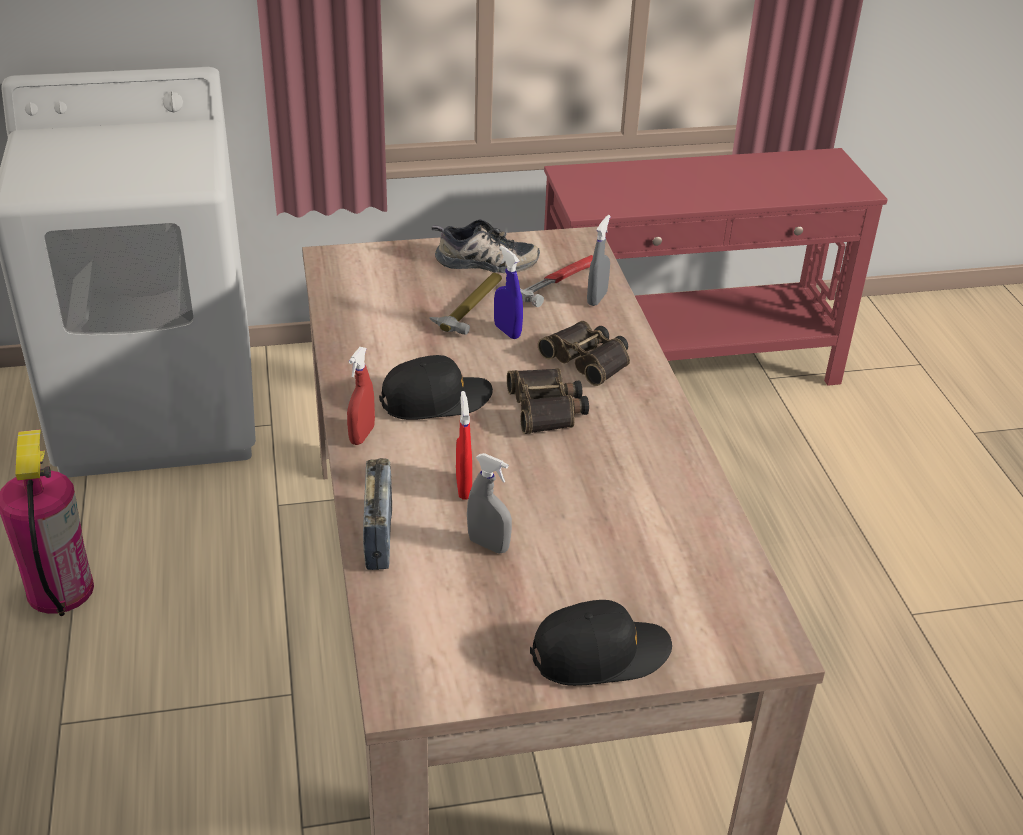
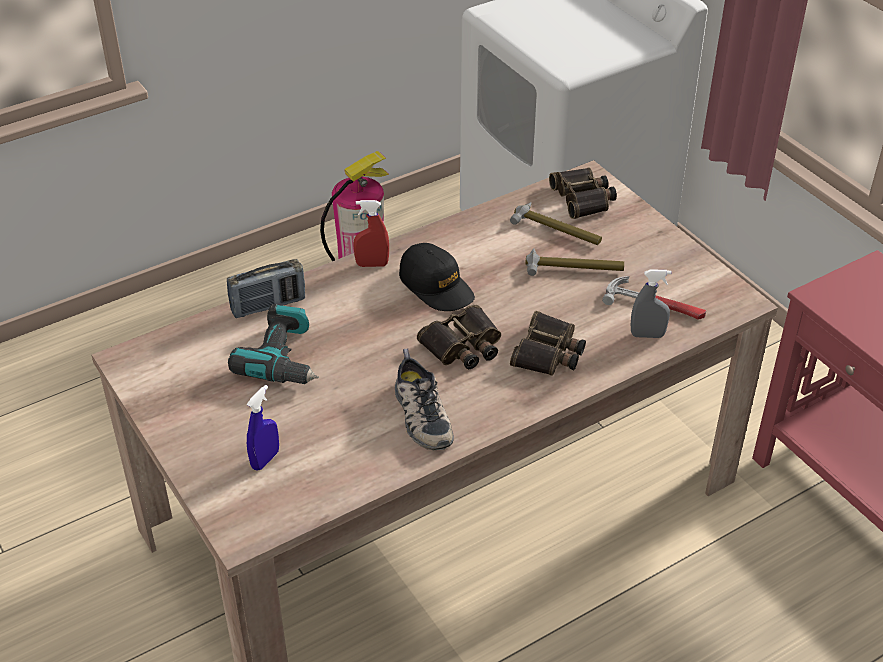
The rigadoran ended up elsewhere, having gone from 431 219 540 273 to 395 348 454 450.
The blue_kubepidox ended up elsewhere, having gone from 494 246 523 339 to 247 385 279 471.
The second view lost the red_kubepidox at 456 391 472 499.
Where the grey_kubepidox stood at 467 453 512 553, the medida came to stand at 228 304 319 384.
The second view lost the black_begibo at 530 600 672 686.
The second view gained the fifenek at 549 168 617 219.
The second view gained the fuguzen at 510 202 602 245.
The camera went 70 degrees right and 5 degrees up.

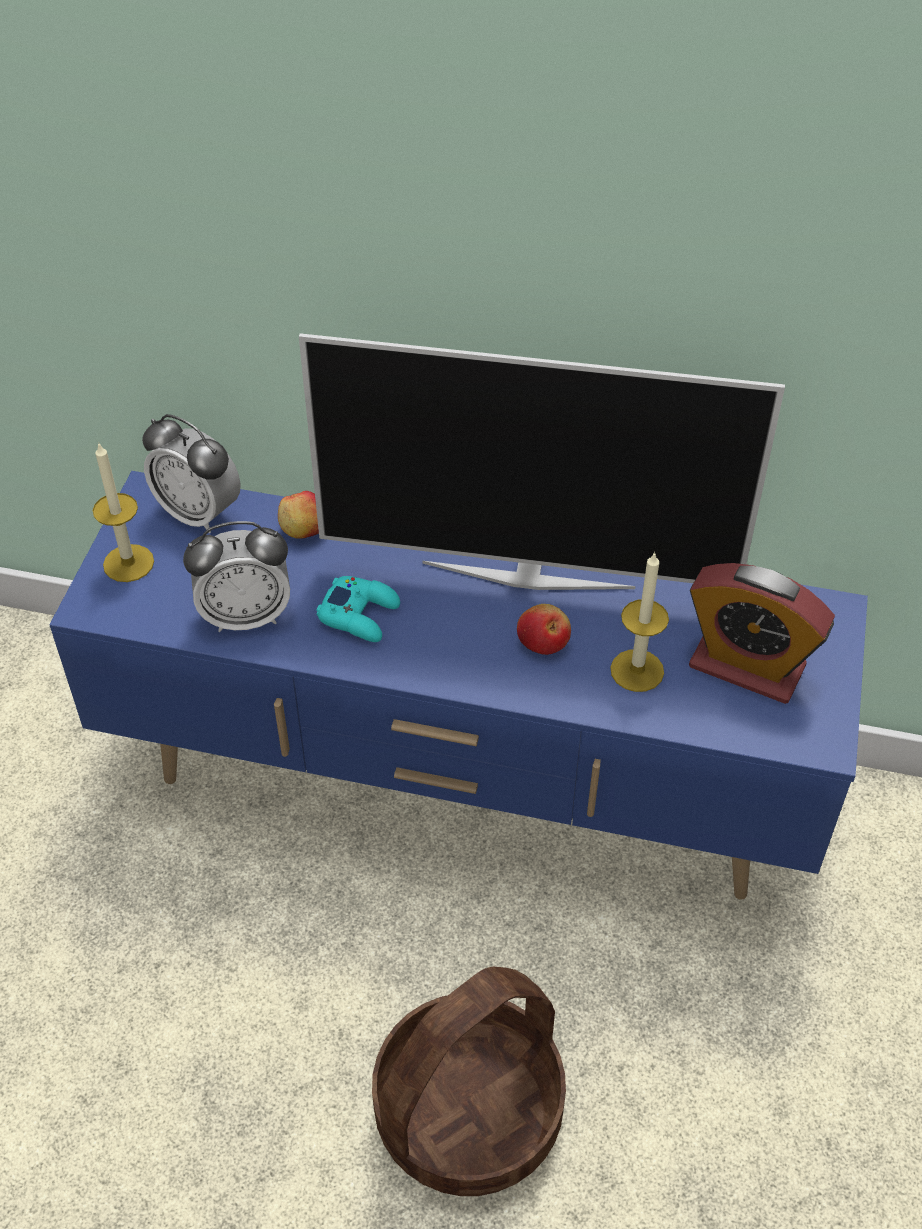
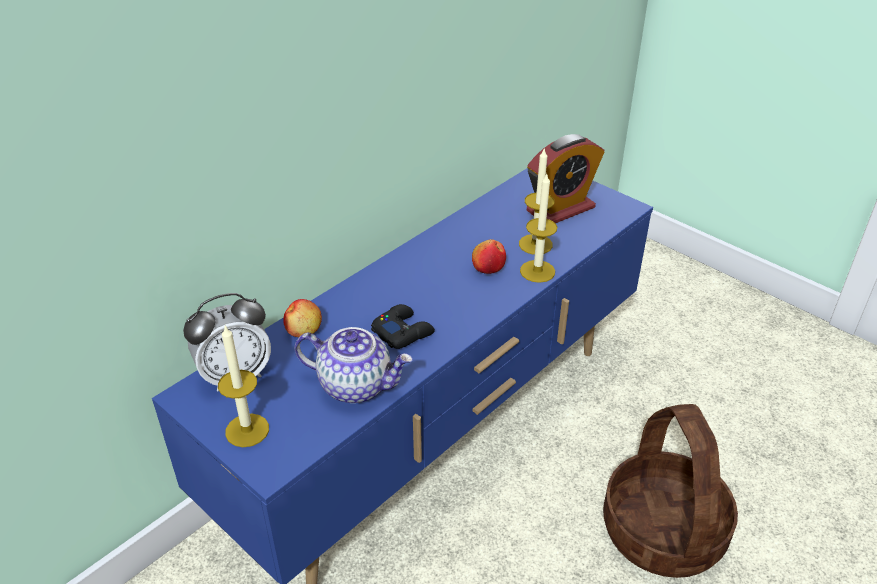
The second view lost the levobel at 299 333 785 590.
Where the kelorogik stood at 183 521 290 632, the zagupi came to stand at 295 327 413 403.
What was the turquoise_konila at 316 576 400 642 turned into the black_konila at 371 304 435 349.
The second view gained the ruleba at 520 174 557 283.
The camera went 60 degrees left and 10 degrees down.

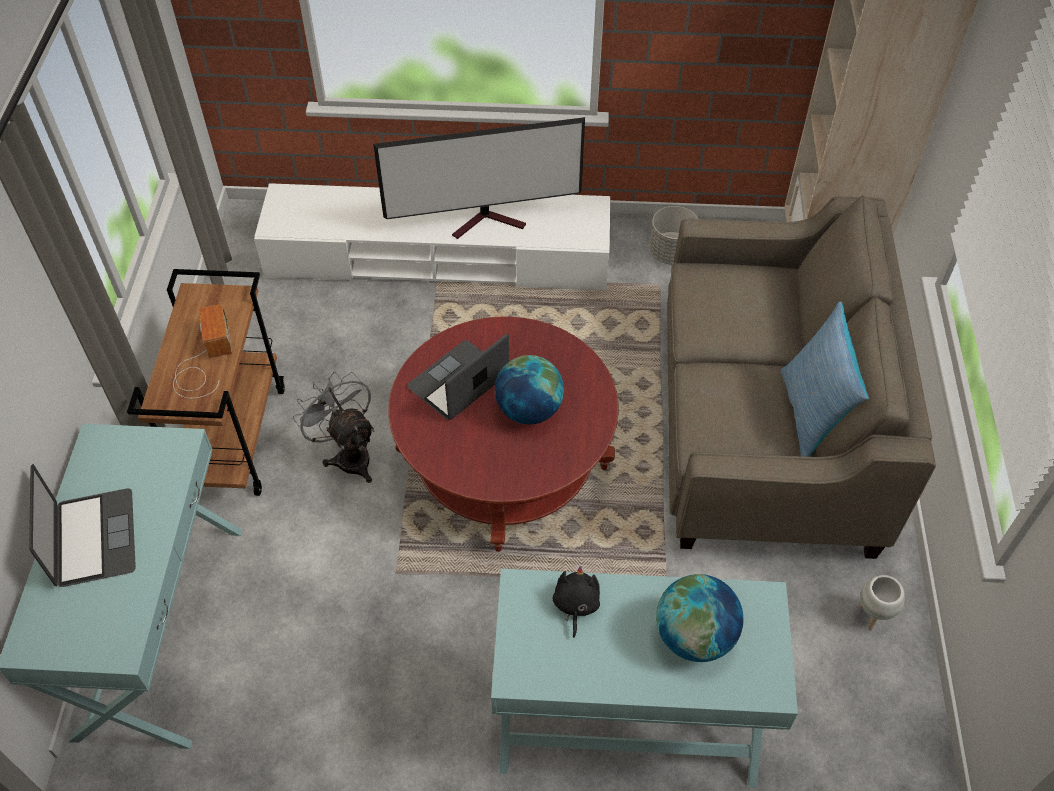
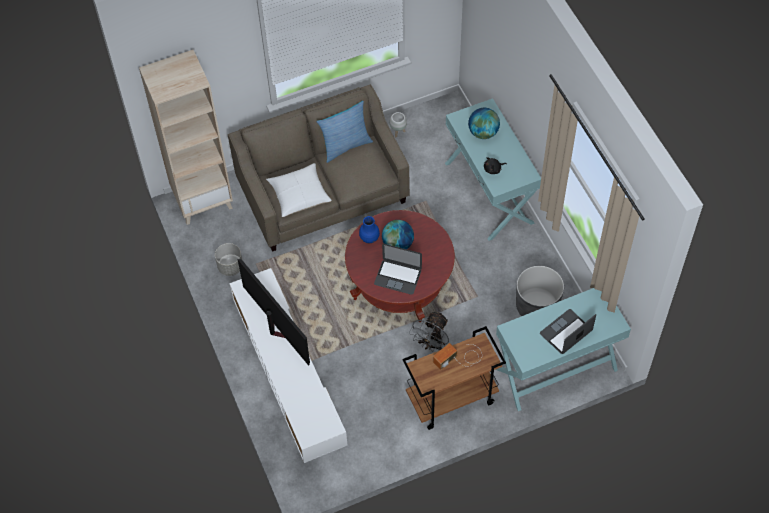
The second view gained the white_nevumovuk at 266 163 332 217.
The second view gained the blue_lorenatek at 359 216 380 243.
The second view gained the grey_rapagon at 516 266 564 316.
The camera went 115 degrees left and 5 degrees up.

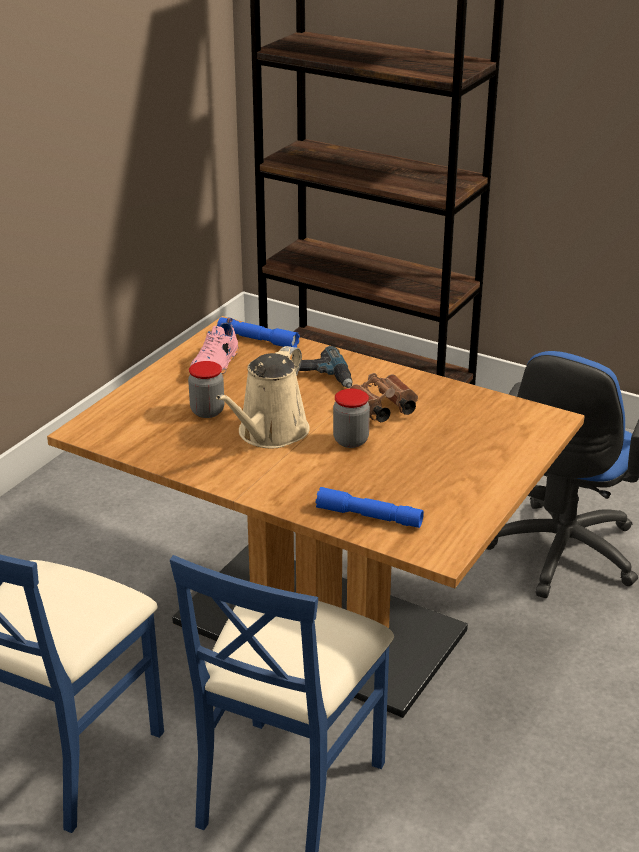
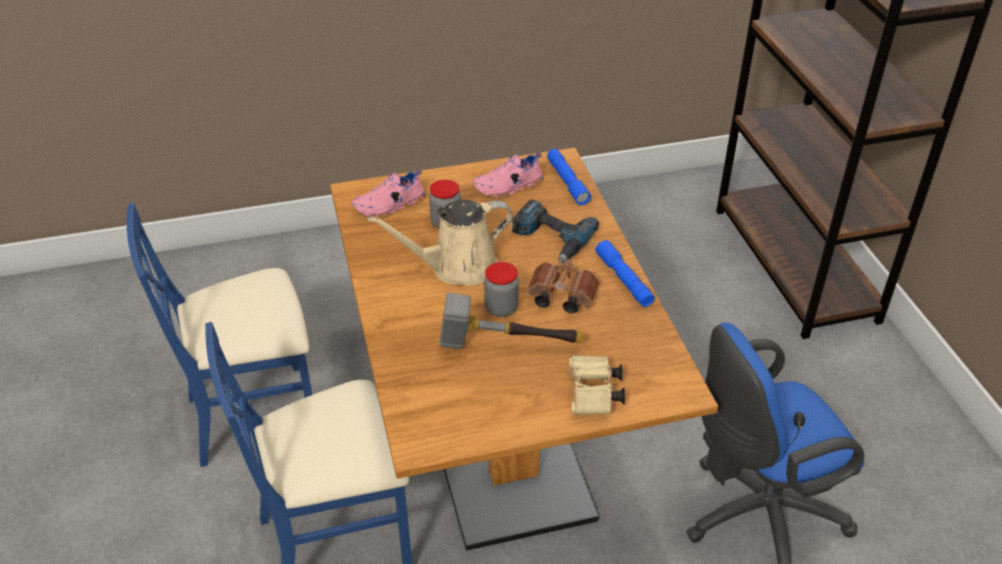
The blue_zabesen ended up elsewhere, having gone from 316 487 424 528 to 595 240 654 307.
The second view gained the pink_rigadoran at 352 169 425 218.
The second view gained the fuguzen at 440 293 585 349.
The second view gained the beige_fifenek at 569 355 625 415.
The camera went 45 degrees right and 10 degrees up.

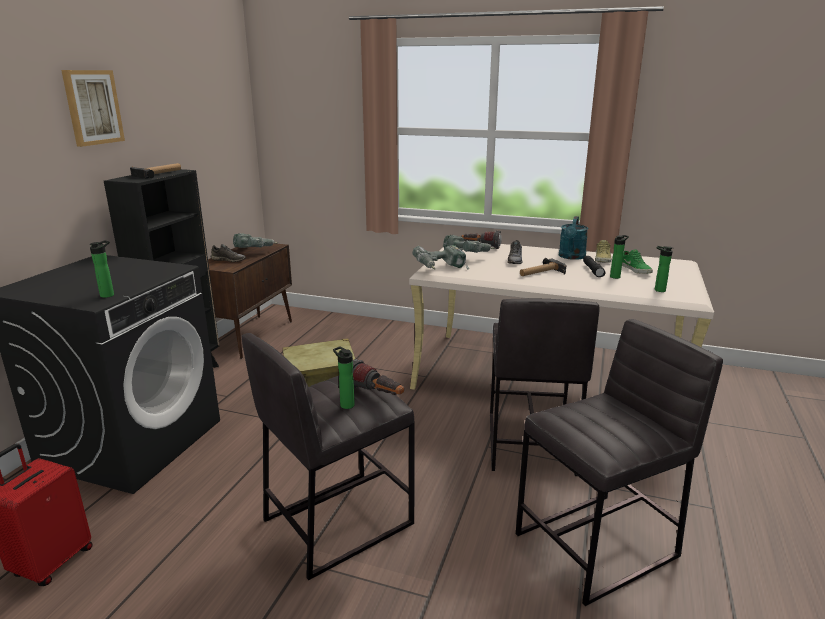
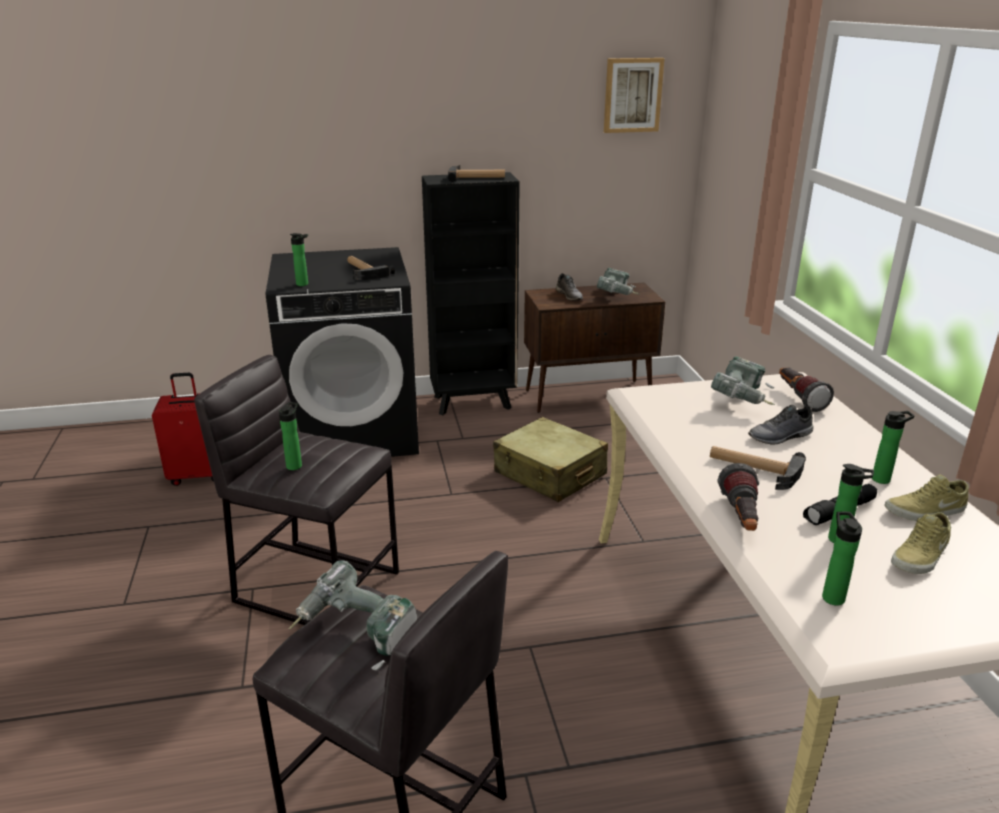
The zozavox ended up elsewhere, having gone from 61 70 125 147 to 604 58 665 133.
Where the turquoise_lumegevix stood at 559 216 588 260, the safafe came to stand at 872 411 914 484.
The medida ended up elsewhere, having gone from 412 245 469 269 to 288 561 417 671.
What was the green_rigadoran at 622 249 653 274 turned into the beige_rigadoran at 891 512 951 574.
The second view lost the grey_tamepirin at 490 299 600 476.
The zabesen ended up elsewhere, having gone from 353 359 404 395 to 718 463 759 531.
The second view gained the fuguzen at 347 256 395 280.
The camera went 60 degrees right and 5 degrees up.

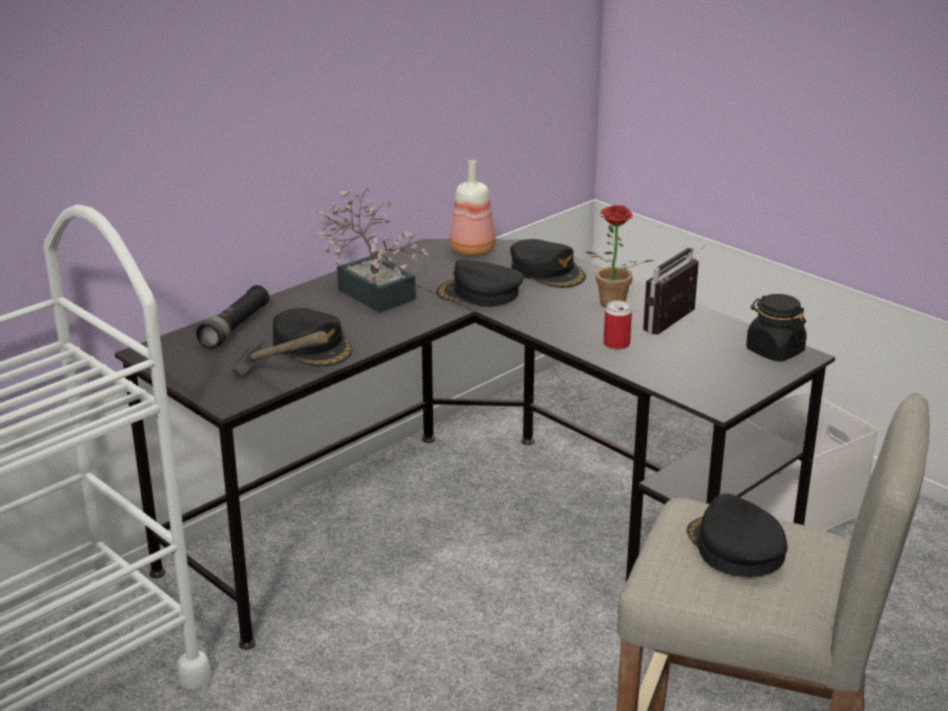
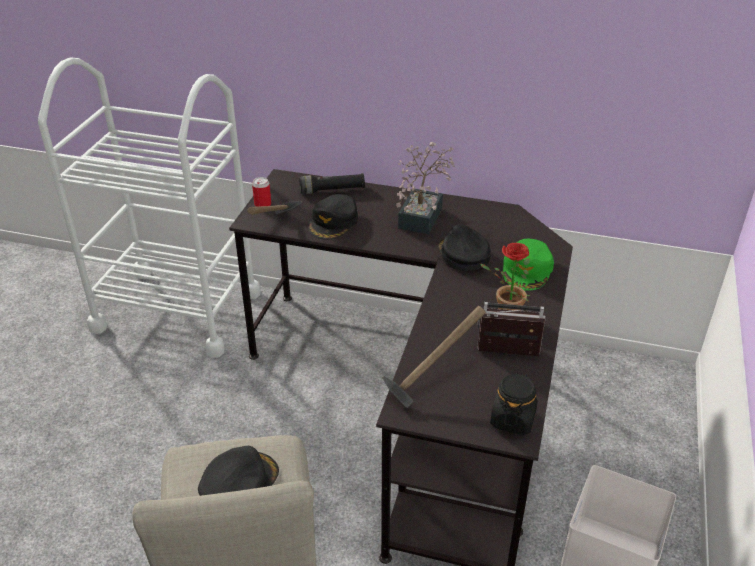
The second view lost the safafe at 450 160 495 256.
What was the black_begibo at 510 239 586 288 turned into the green_begibo at 503 239 554 291.
The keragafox ended up elsewhere, having gone from 603 300 632 350 to 252 177 271 207.
The second view gained the fuguzen at 382 306 486 408.
The camera went 60 degrees right and 10 degrees up.

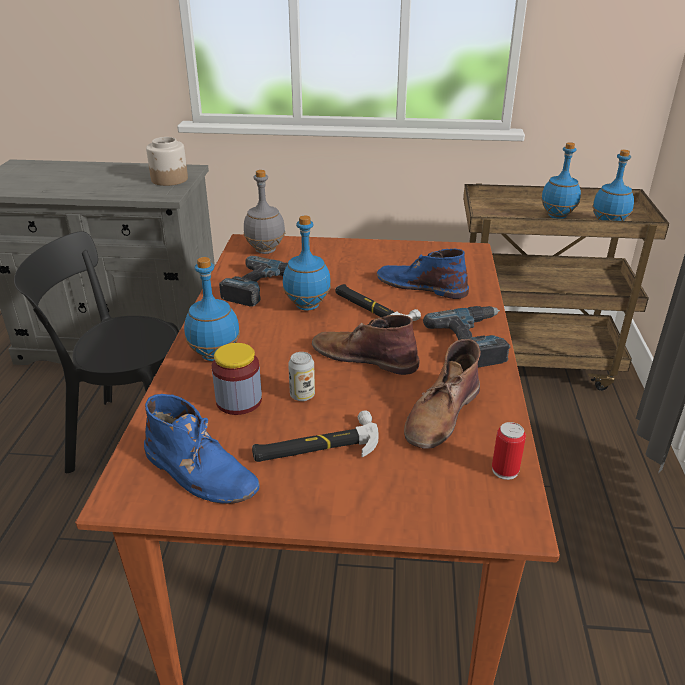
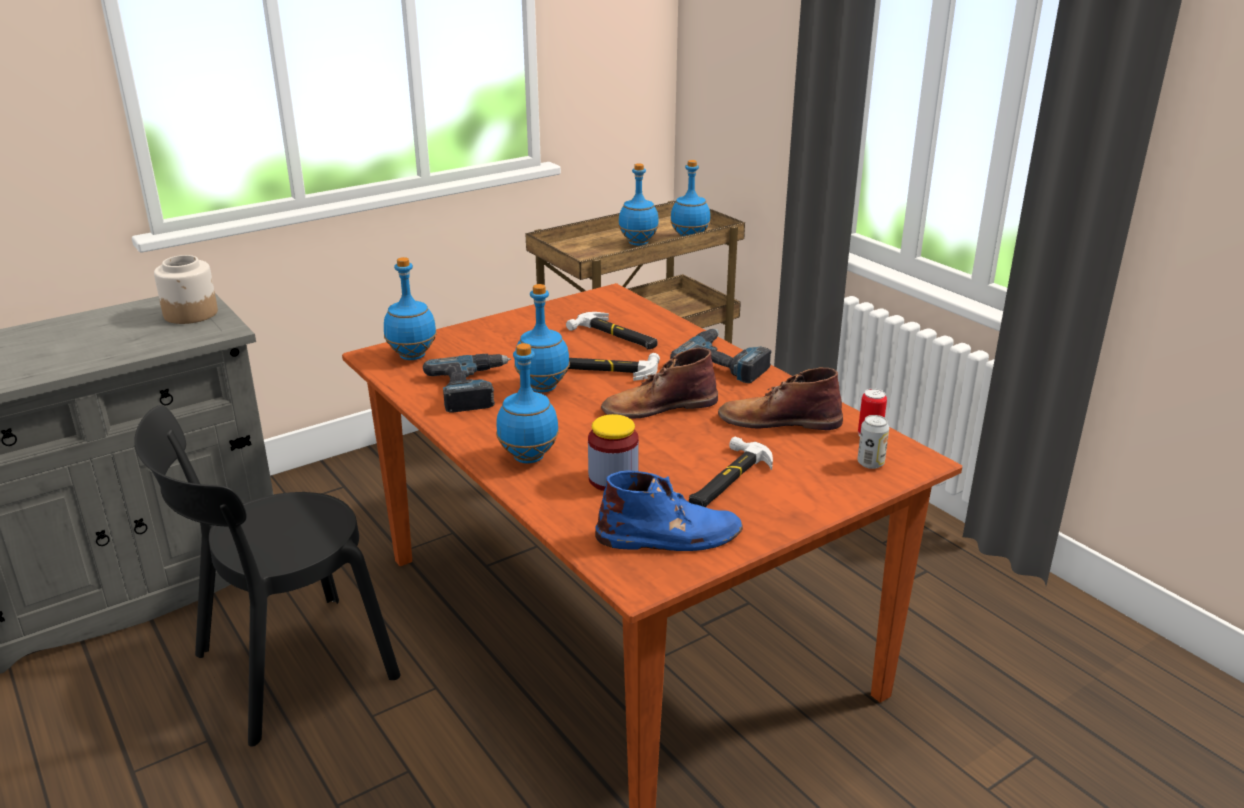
What was the grey_safafe at 244 170 285 254 turned into the blue_safafe at 384 257 437 360.
Where the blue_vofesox stood at 377 248 469 299, the fuguzen came to stand at 566 312 658 350.
The brown_vofesox at 404 339 481 449 ended up facing another way, 105 degrees clockwise from before.
The keragafox ended up elsewhere, having gone from 288 352 315 401 to 857 415 889 469.
The camera went 40 degrees left and 5 degrees down.

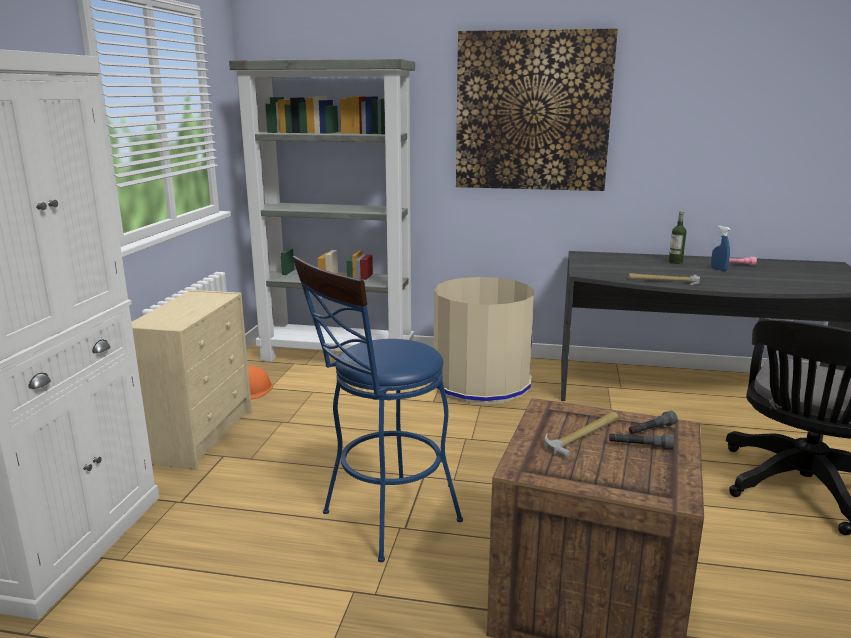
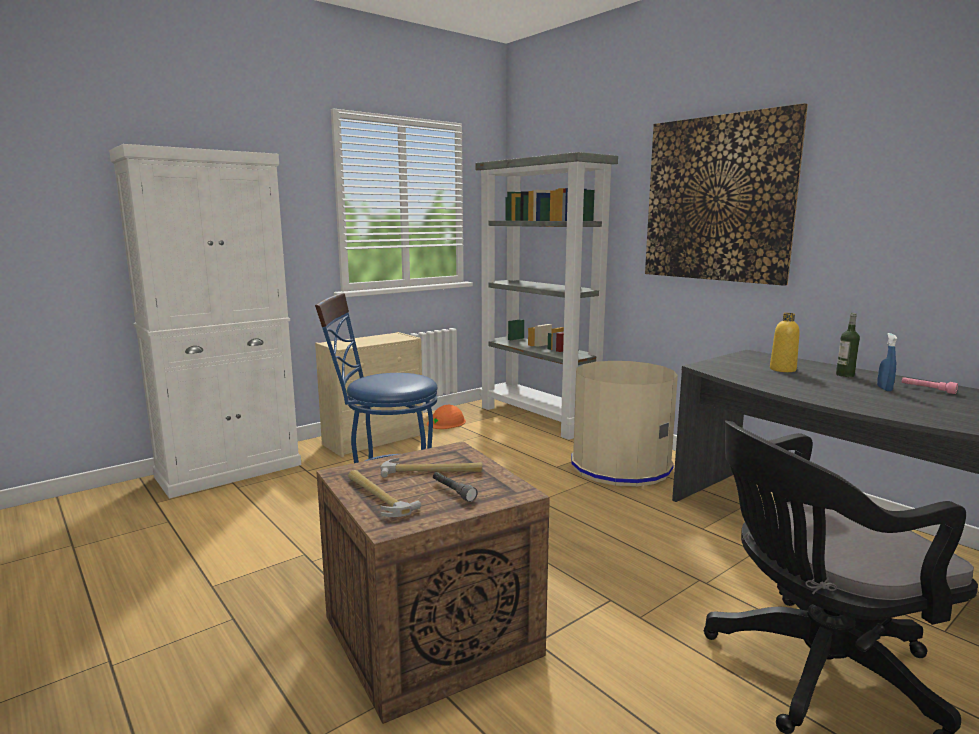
The fuguzen ended up elsewhere, having gone from 629 273 700 285 to 348 470 421 517.
The second view lost the grey_zabesen at 629 411 678 434.
The second view gained the yellow_safafe at 770 313 800 372.
The camera went 40 degrees right and 5 degrees down.

